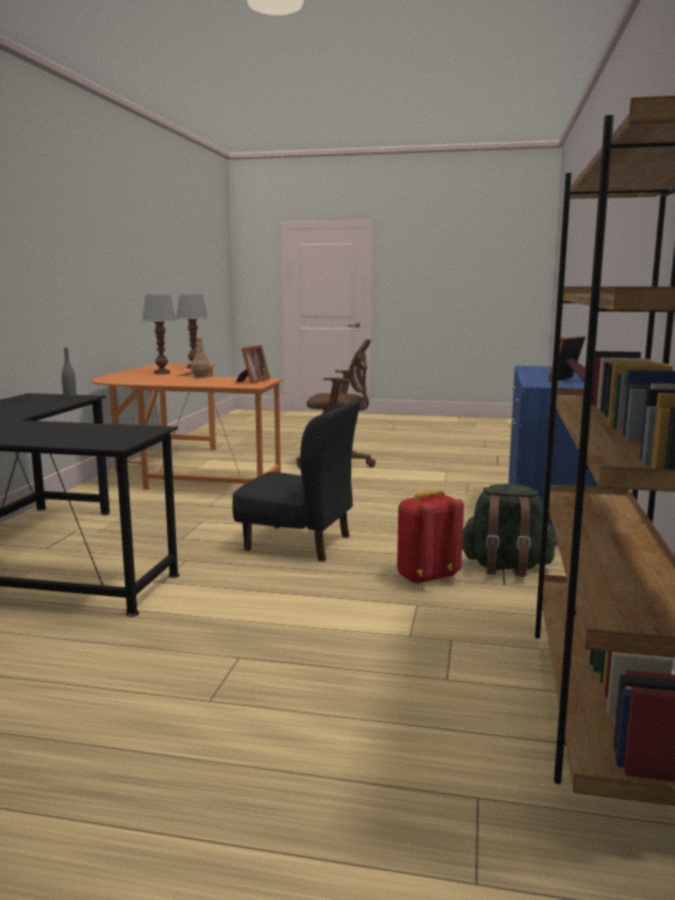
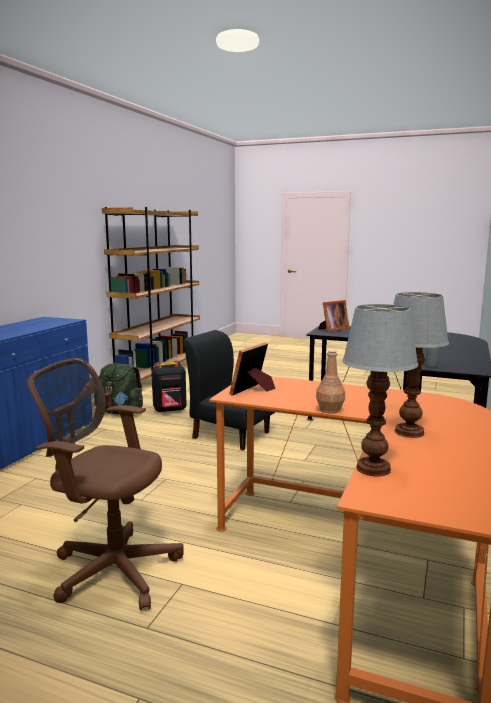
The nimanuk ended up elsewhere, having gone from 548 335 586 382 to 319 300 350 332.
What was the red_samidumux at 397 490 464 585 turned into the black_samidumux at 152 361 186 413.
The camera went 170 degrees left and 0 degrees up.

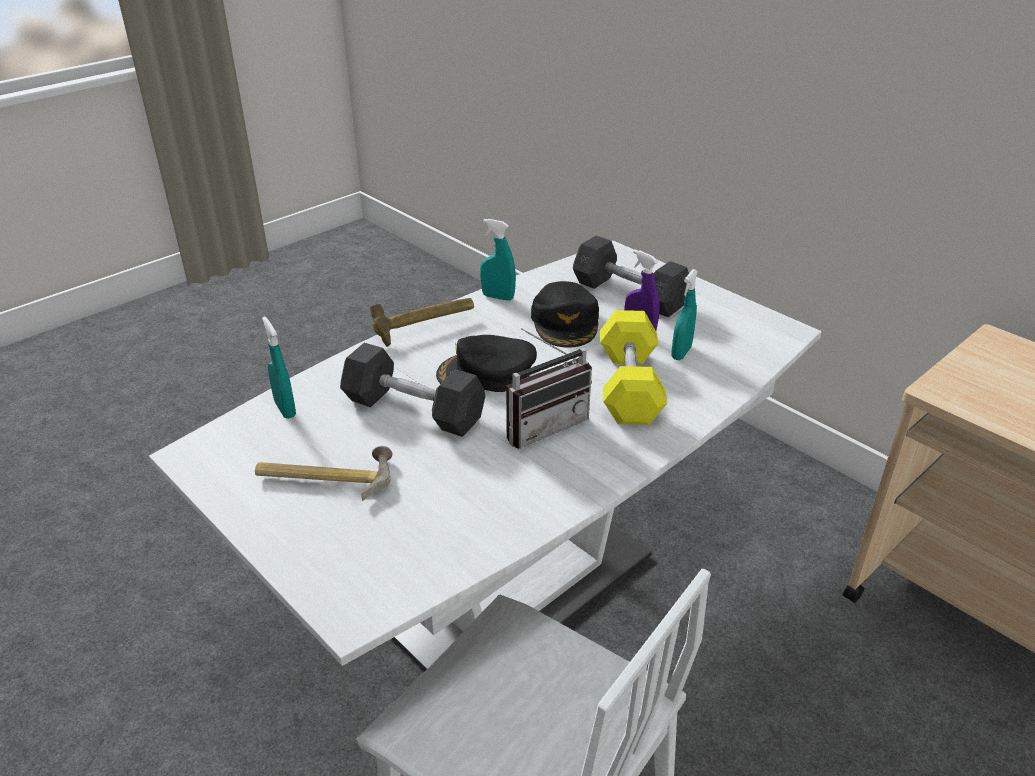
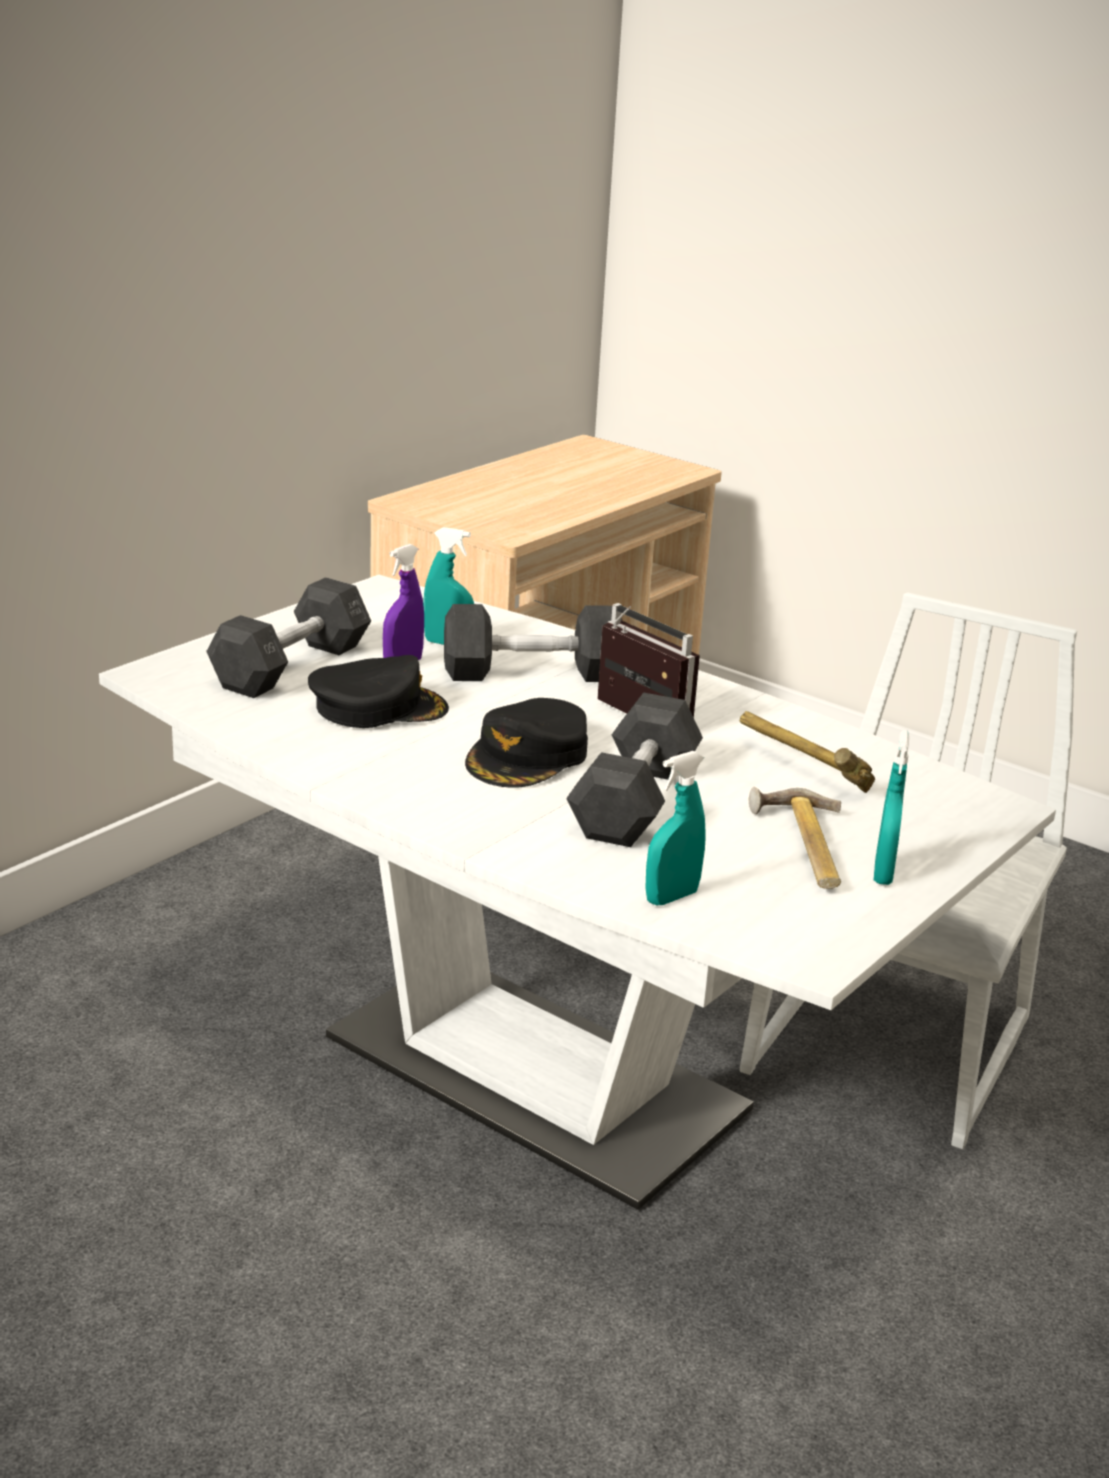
The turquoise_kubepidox ended up elsewhere, having gone from 480 219 516 301 to 873 730 909 885.
The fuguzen ended up elsewhere, having gone from 370 298 474 347 to 740 711 875 793.
What was the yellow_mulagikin at 600 310 667 425 turned into the grey_mulagikin at 444 604 623 682.
The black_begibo at 436 335 537 392 ended up facing another way, 45 degrees clockwise from before.
The camera went 100 degrees left and 10 degrees down.

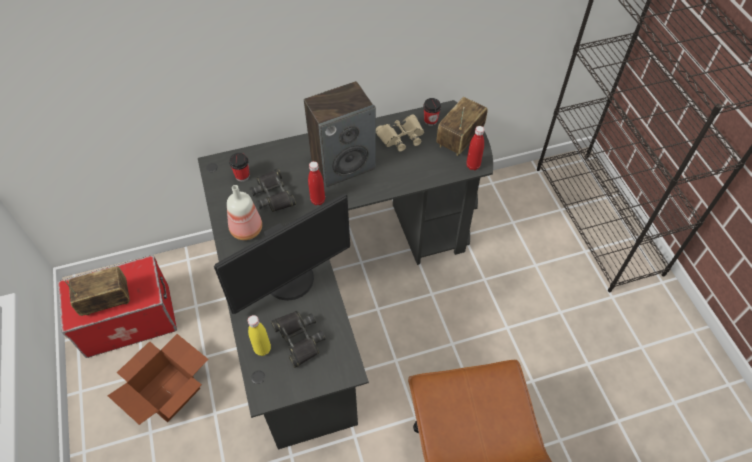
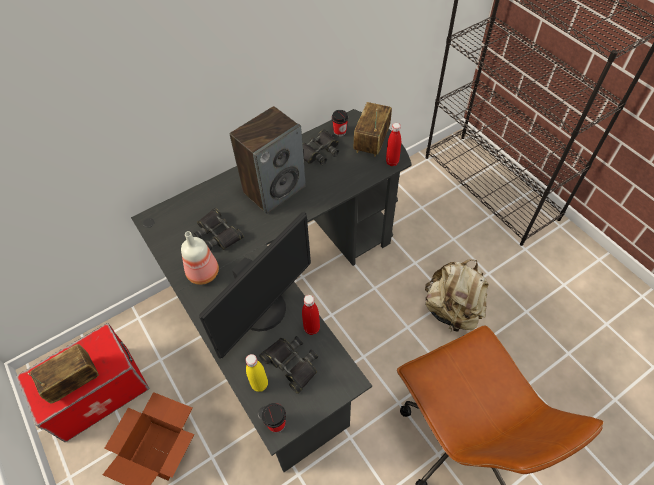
What was the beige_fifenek at 376 115 424 151 turned into the black_fifenek at 303 129 339 165.
The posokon ended up elsewhere, having gone from 229 153 250 182 to 262 403 286 433.
The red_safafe ended up elsewhere, having gone from 308 161 325 205 to 302 295 320 335.
The second view gained the beige_samidumux at 425 259 489 332.
The camera went 15 degrees left and 0 degrees up.

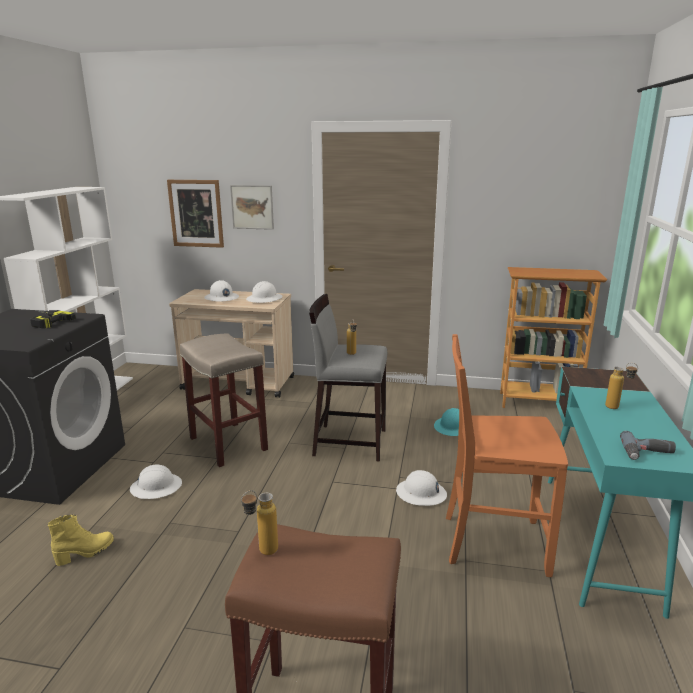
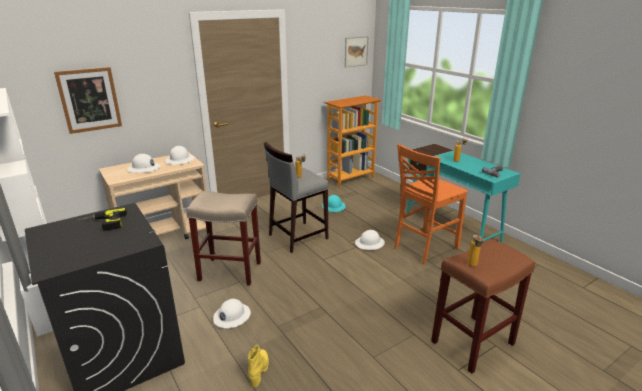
The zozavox ended up elsewhere, having gone from 230 185 274 230 to 345 36 368 68.
The camera went 45 degrees left and 5 degrees up.

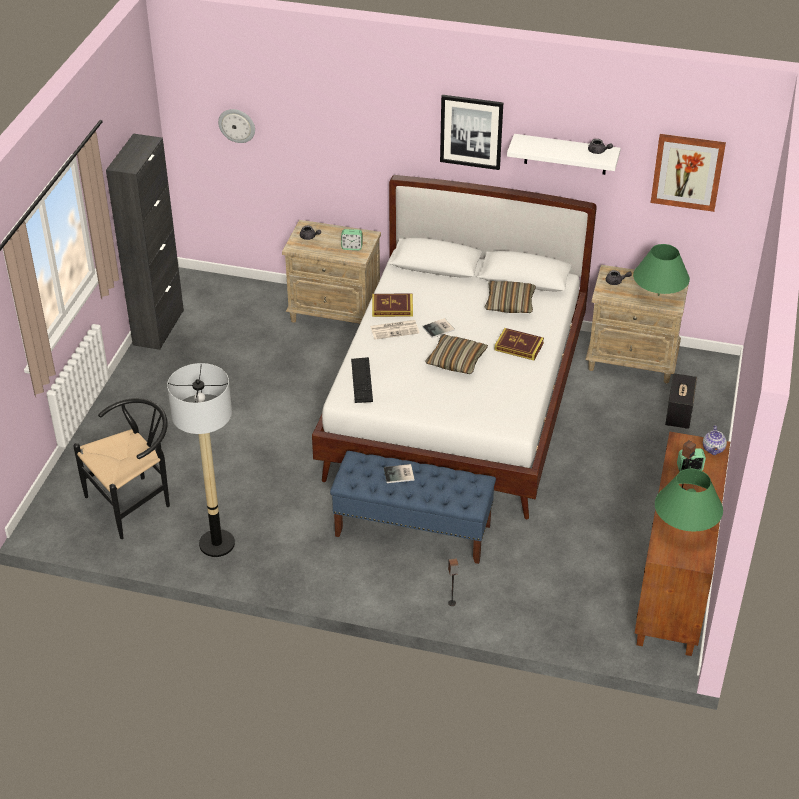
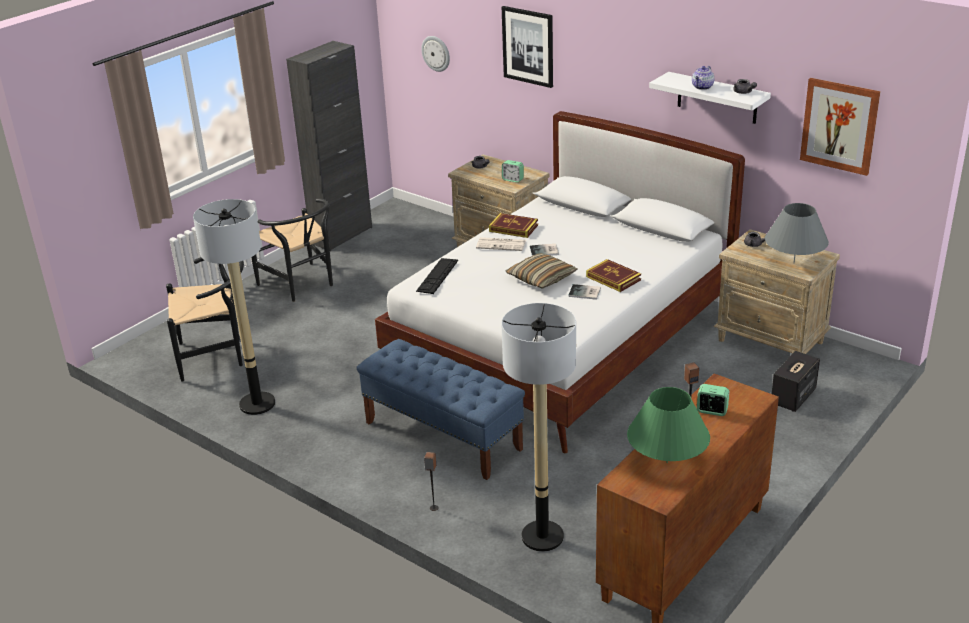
The zozavox ended up elsewhere, having gone from 440 95 503 170 to 502 6 553 88.
What was the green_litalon at 633 244 690 296 turned into the grey_litalon at 765 203 829 263.
The second view lost the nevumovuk at 485 281 536 313.
The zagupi ended up elsewhere, having gone from 703 425 727 455 to 692 66 715 90.
The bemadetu ended up elsewhere, having gone from 384 464 414 483 to 569 284 601 300.
The second view gained the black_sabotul at 251 198 333 302.
The second view gained the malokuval at 501 303 576 551.
The camera went 25 degrees right and 10 degrees down.

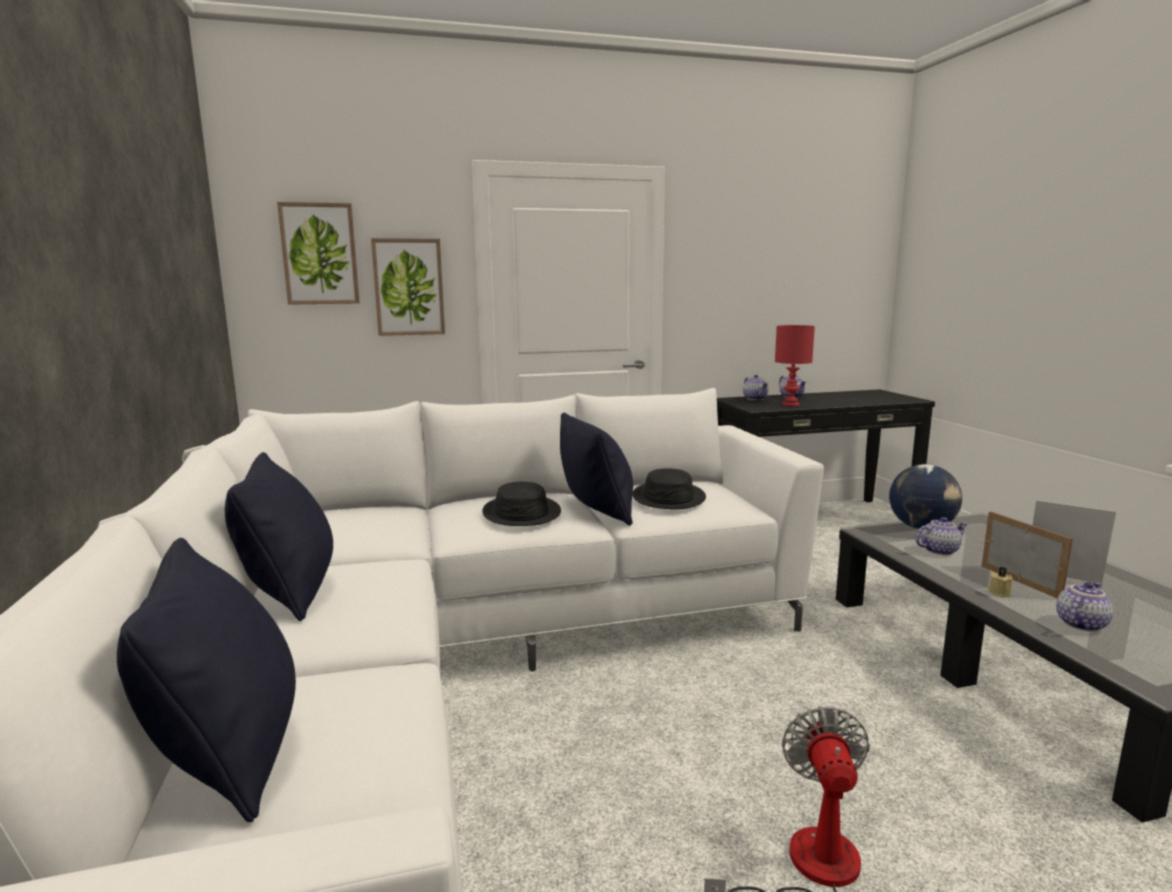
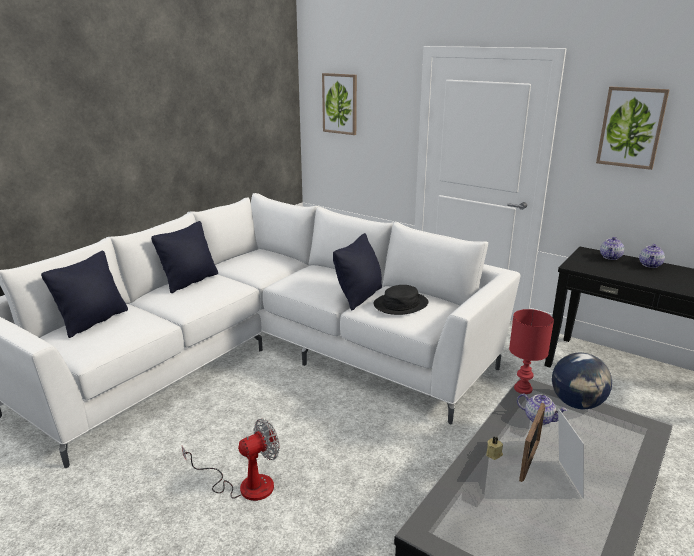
The zozavox ended up elsewhere, having gone from 371 238 445 336 to 596 87 670 170.
The red_litalon ended up elsewhere, having gone from 775 325 815 406 to 509 309 554 394.
The second view lost the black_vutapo at 482 482 561 526.
The second view lost the zagupi at 1056 582 1113 632.
The camera went 50 degrees right and 10 degrees up.

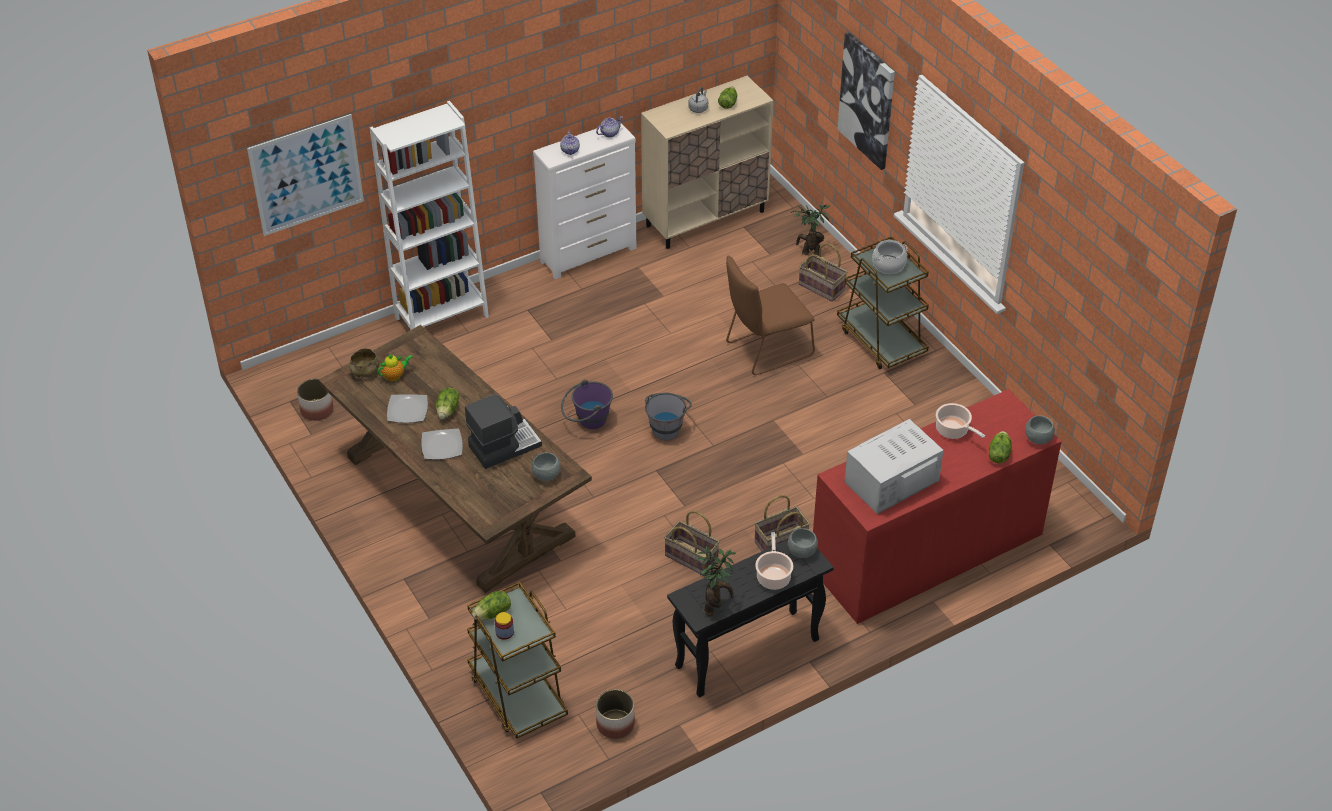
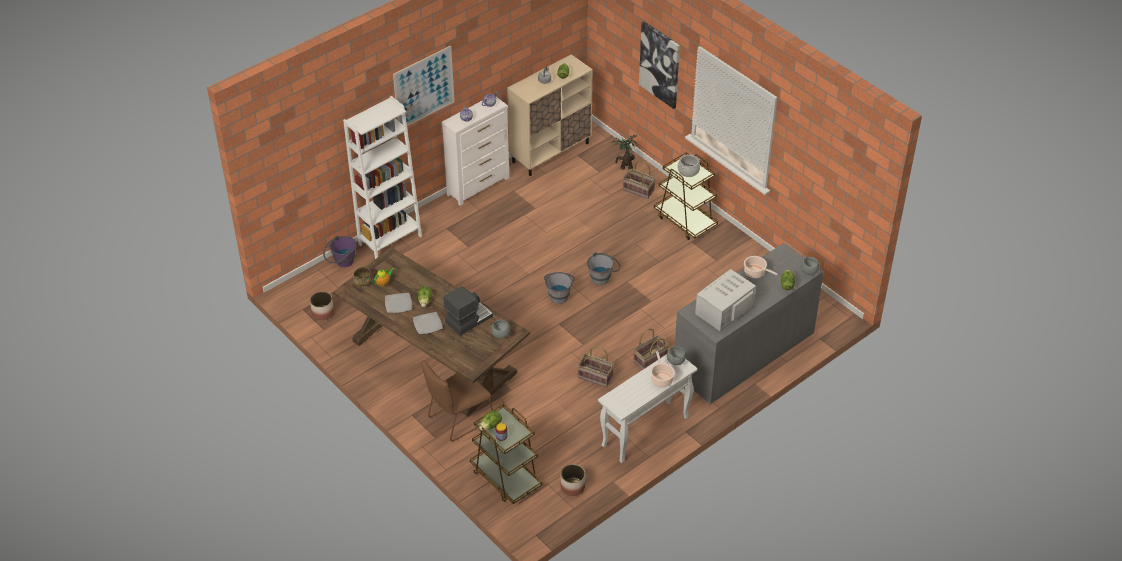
The zozavox ended up elsewhere, having gone from 247 114 364 236 to 393 46 455 126.
The brown_sabotul ended up elsewhere, having gone from 726 256 815 375 to 422 360 493 441.
The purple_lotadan ended up elsewhere, having gone from 561 379 613 429 to 323 236 357 267.
What was the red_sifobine at 813 389 1062 624 turned into the grey_sifobine at 675 243 824 404.
What was the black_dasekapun at 667 540 834 698 turned into the white_dasekapun at 598 354 698 463.
The second view lost the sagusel at 695 546 736 616.
The second view gained the grey_lotadan at 587 252 621 285.
The camera went 10 degrees left and 0 degrees up.

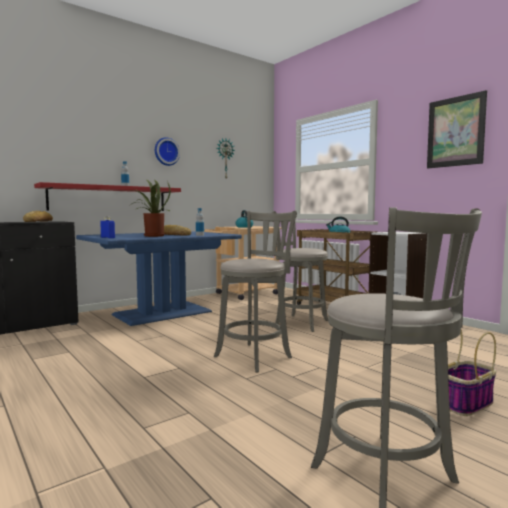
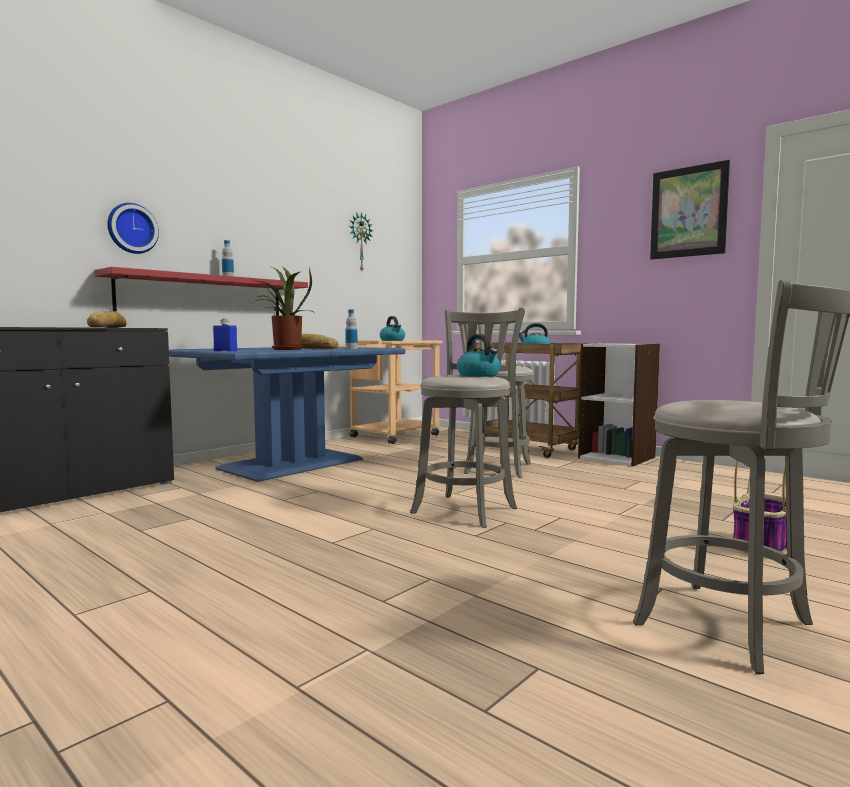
The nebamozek ended up elsewhere, having gone from 155 137 180 166 to 107 203 159 254.
The second view gained the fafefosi at 457 334 500 377.
The camera went 10 degrees left and 0 degrees up.

